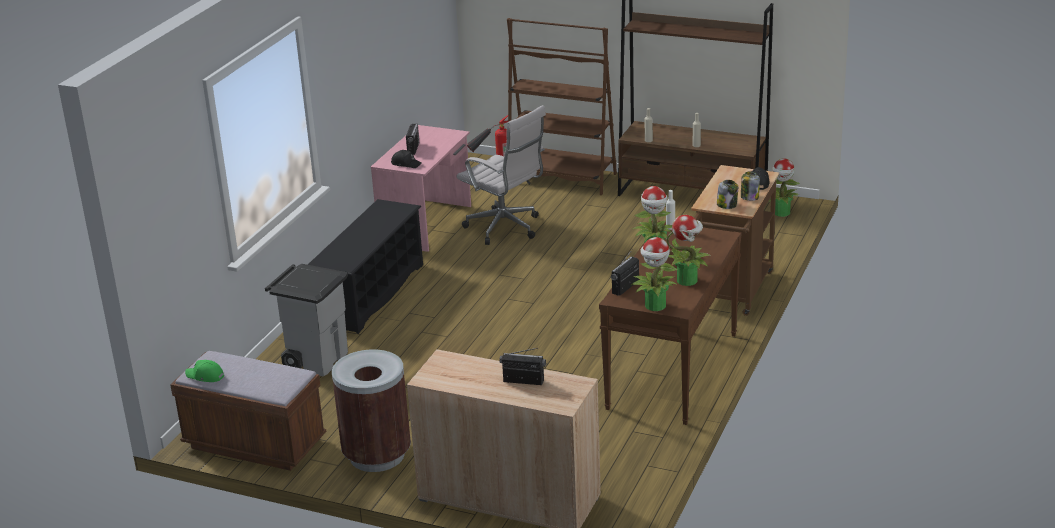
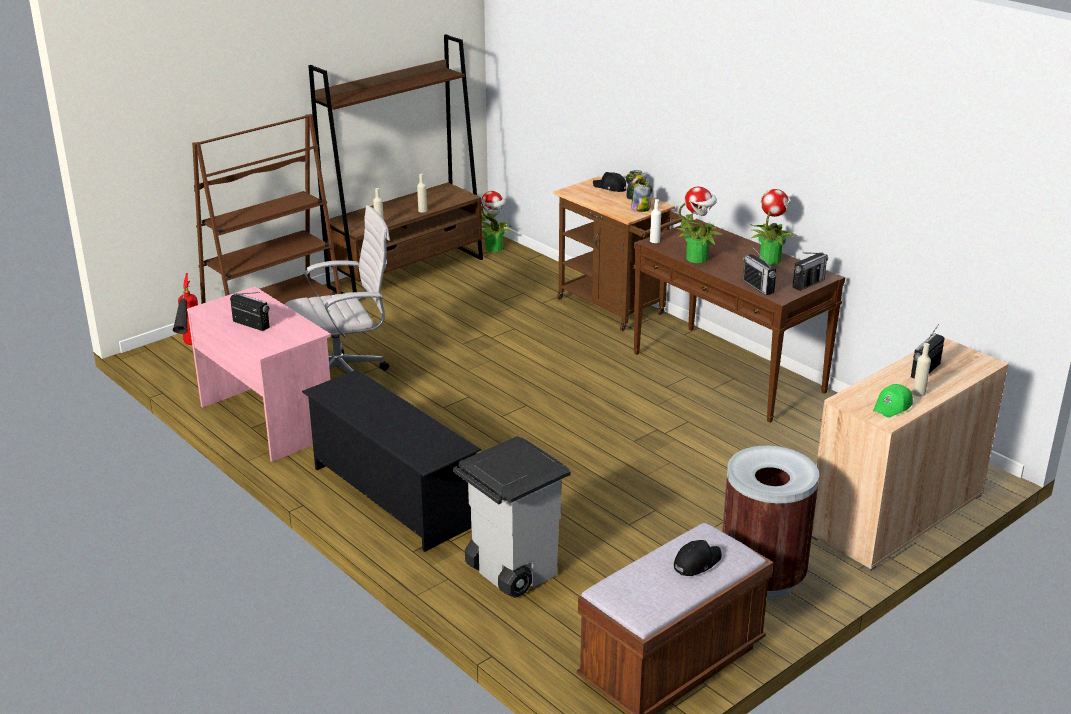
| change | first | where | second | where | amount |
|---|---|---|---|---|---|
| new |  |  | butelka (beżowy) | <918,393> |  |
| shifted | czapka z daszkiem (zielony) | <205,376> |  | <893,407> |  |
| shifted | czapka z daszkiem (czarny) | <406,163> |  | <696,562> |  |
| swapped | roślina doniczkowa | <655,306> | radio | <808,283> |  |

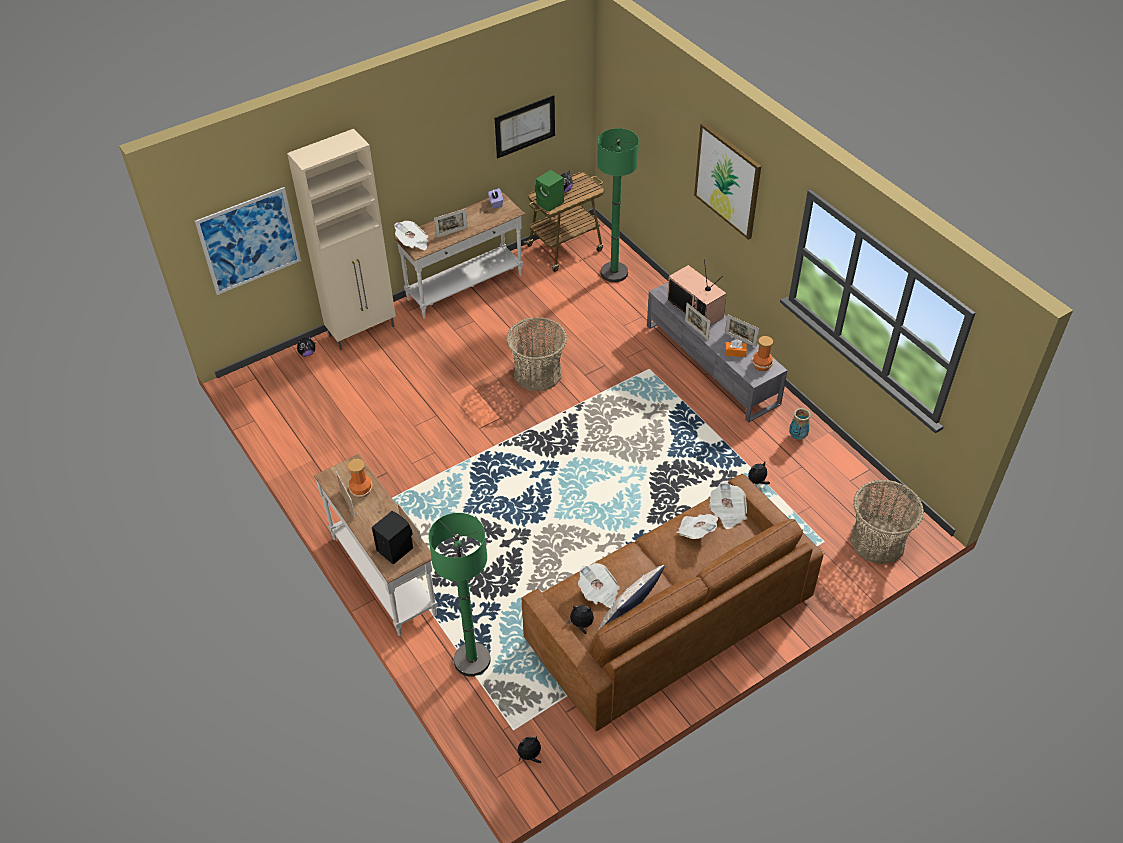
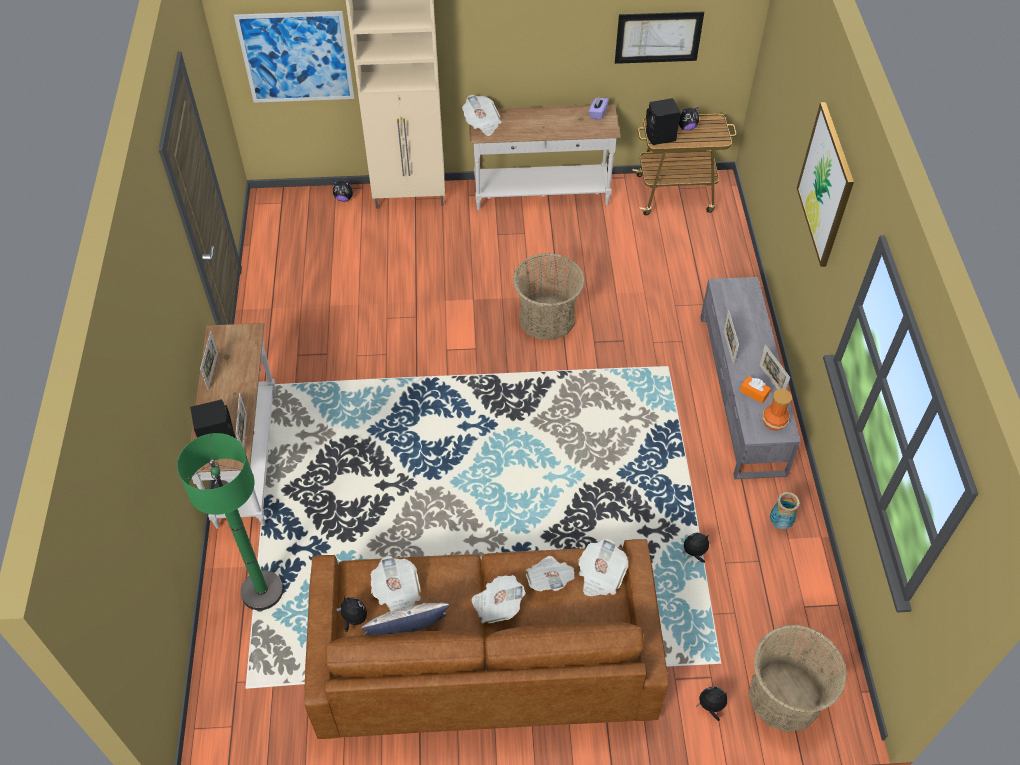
| change | first | where | second | where | amount |
|---|---|---|---|---|---|
| gone | wazon | <361,489> |  |  |  |
| gone | ramka na zdjęcie | <451,232> |  |  |  |
| gone | lampa stojąca (zielony) | <614,273> |  |  |  |
| gone | telewizor | <696,309> |  |  |  |
| new |  |  | gazeta | <497,605> |  |
| shifted | pluszak | <530,756> |  | <711,706> |  |
| repainted | głośnik (zielony) | <550,203> | głośnik (czarny) | <660,137> |  |

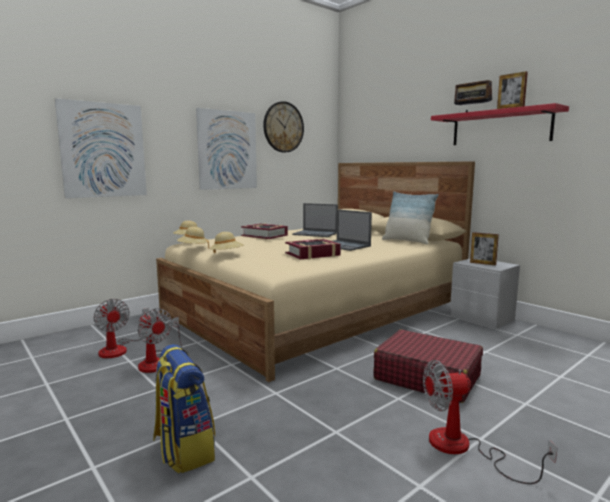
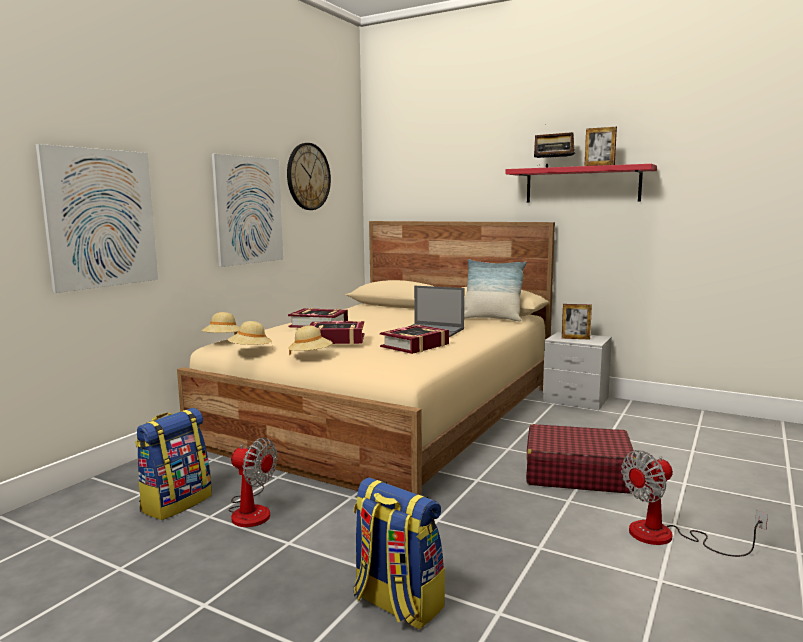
| change | first | where | second | where | amount |
|---|---|---|---|---|---|
| gone | laptop | <315,234> |  |  |  |
| new |  |  | książka | <336,339> |  |
| swapped | wentylator | <119,348> | plecak | <176,503> |  |

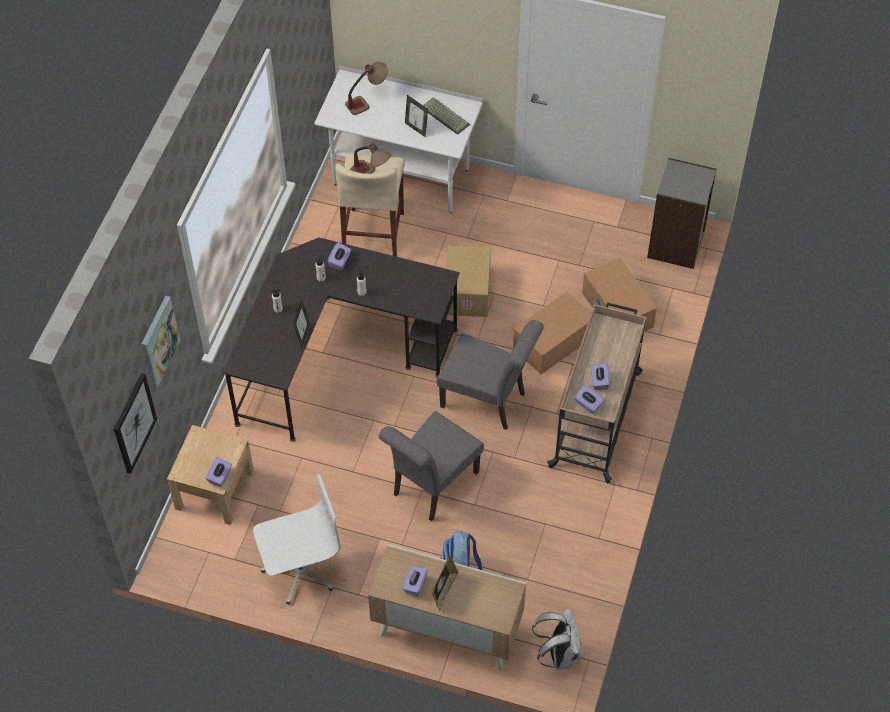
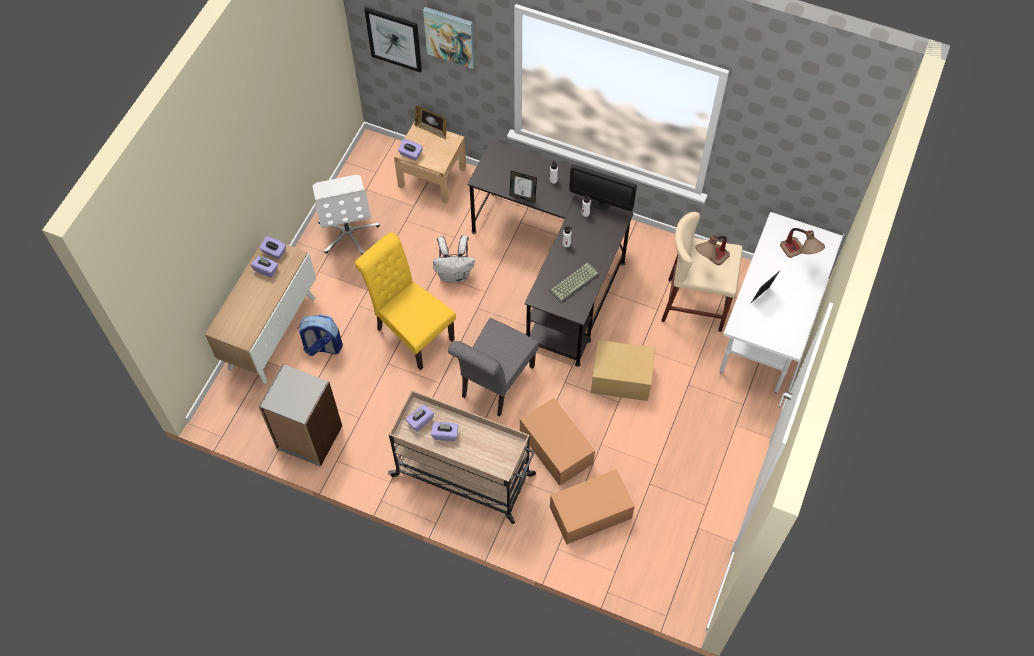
| change | first | where | second | where | amount |
|---|---|---|---|---|---|
| new |  |  | monitor | <601,202> |  |
| shifted | pudełko chusteczek (fioletowy) | <340,262> |  | <274,252> |  |
| shifted | klawiatura | <444,116> |  | <574,282> |  |
| shifted | ramka na zdjęcie | <444,590> |  | <432,130> |  |
| shifted | plecak (biały) | <559,654> |  | <455,274> |  |
| shifted | regał (szary) | <676,245> |  | <309,438> |  |
| repainted | krzesło (szary) | <431,486> | krzesło (żółty) | <411,331> |  |

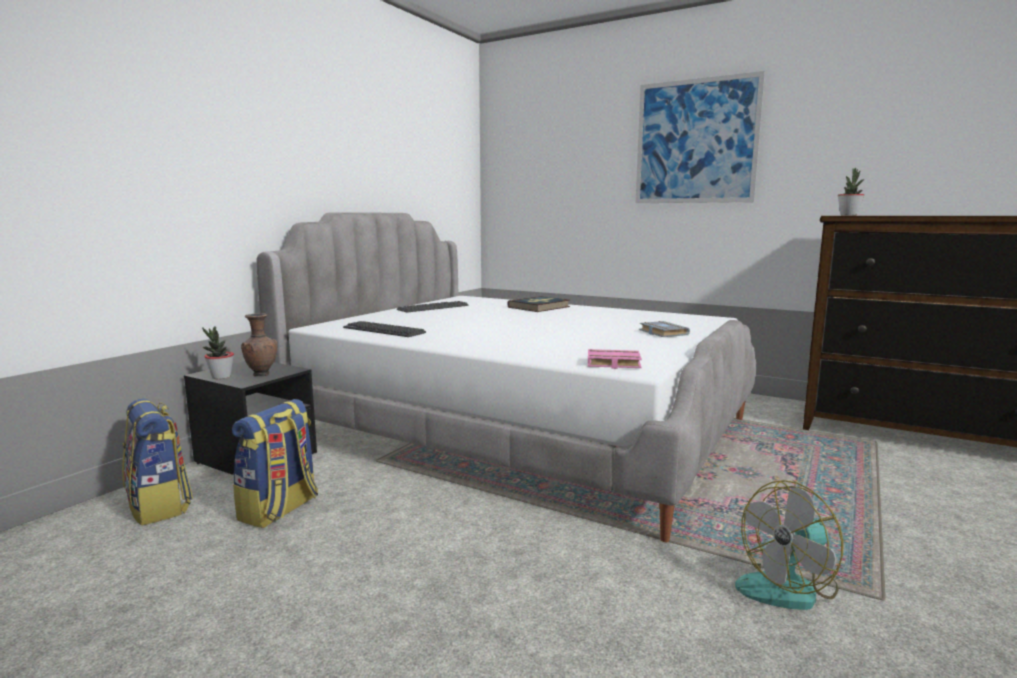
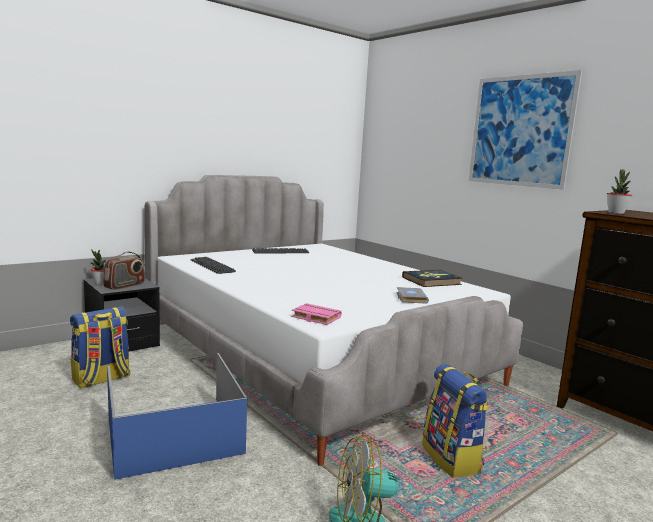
| change | first | where | second | where | amount |
|---|---|---|---|---|---|
| new |  |  | pojemnik do przechowywania (niebieski) | <175,434> |  |
| shifted | plecak | <160,506> |  | <452,459> |  |
| shifted | książka | <539,307> |  | <431,281> |  |
| swapped | wazon (brązowy) | <261,374> | radio | <124,286> |  |

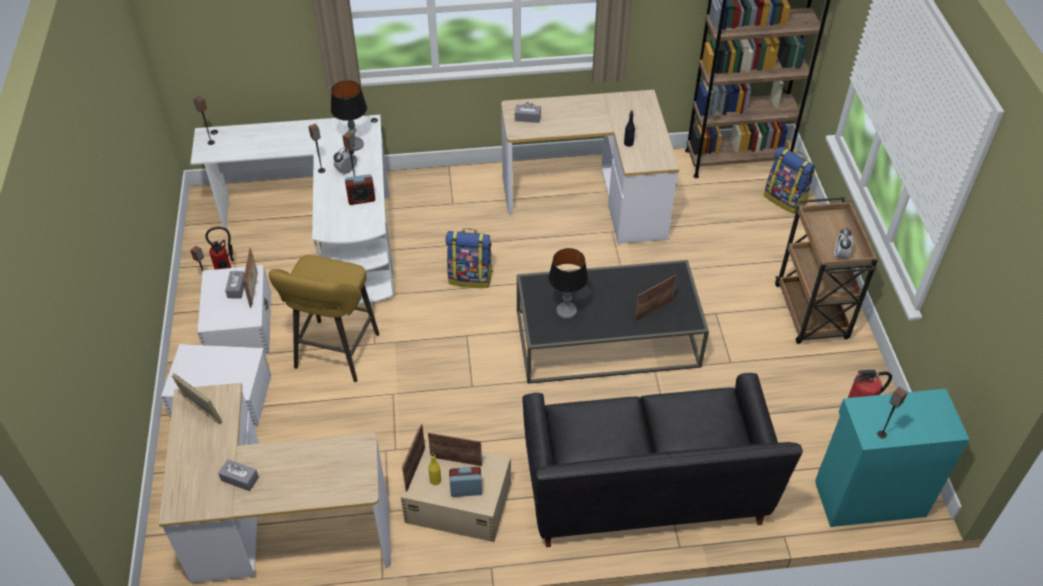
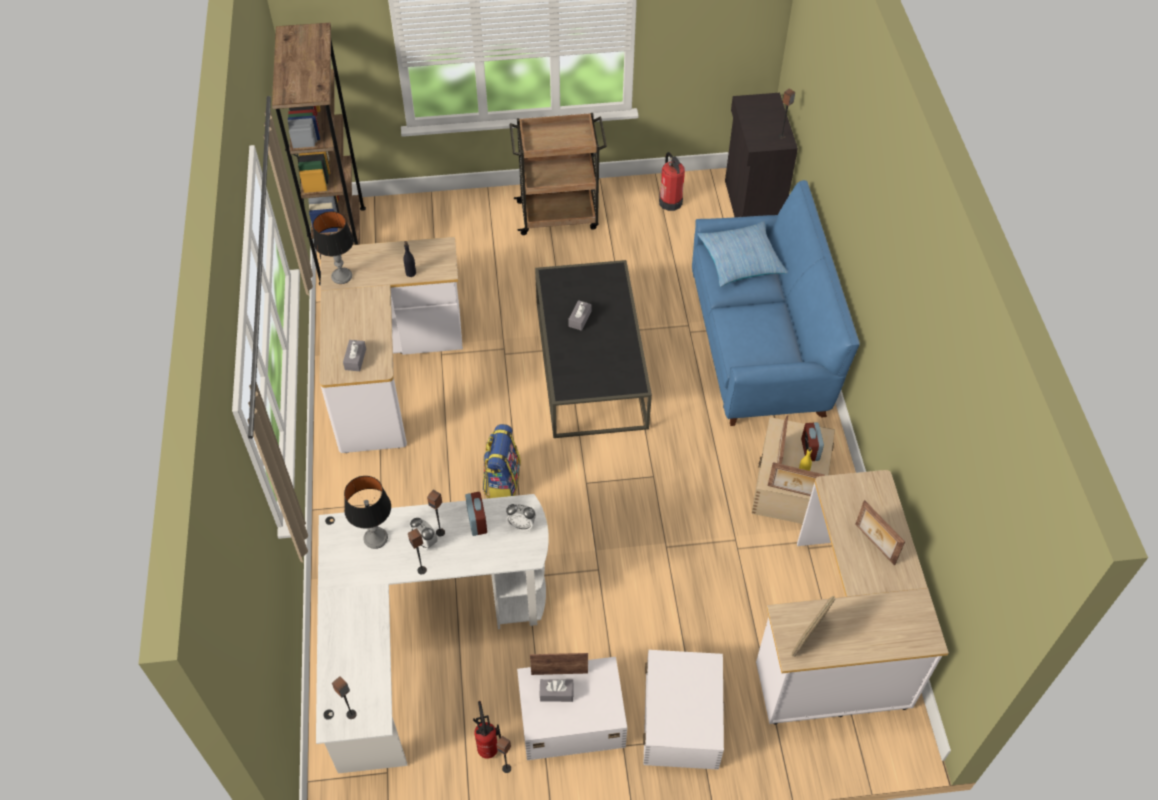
| change | first | where | second | where | amount |
|---|---|---|---|---|---|
| gone | stołek (żółty) | <335,355> |  |  |  |
| gone | plecak | <785,199> |  |  |  |
| new |  |  | poduszka | <741,260> |  |
| shifted | pudełko chusteczek (szary) | <240,479> |  | <580,319> |  |
| shifted | lampa stołowa | <566,311> |  | <342,276> |  |
| shifted | ramka na zdjęcie | <653,310> |  | <874,544> |  |
| shifted | budzik | <840,255> |  | <521,525> |  |
| repainted | kanapa (czarny) | <644,488> | kanapa (niebieski) | <759,346> |  |
| repainted | szafka (turkusowy) | <868,497> | szafka (czarny) | <751,207> |  |

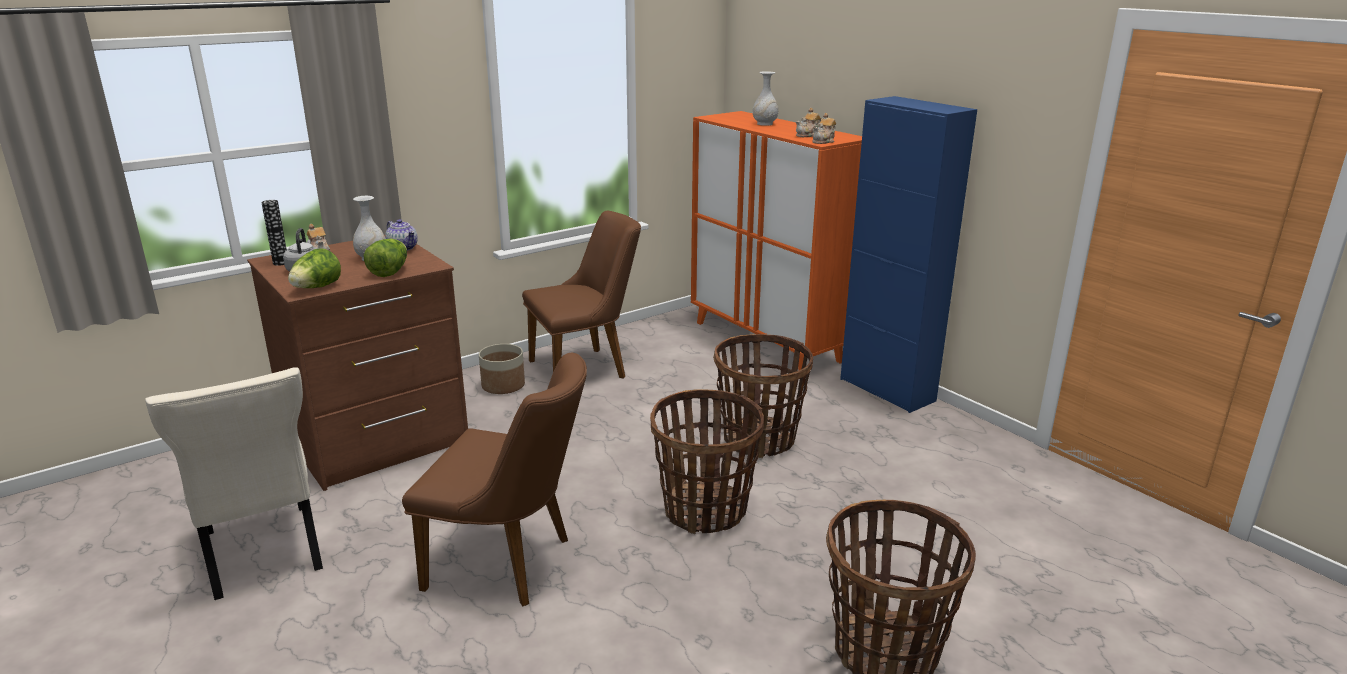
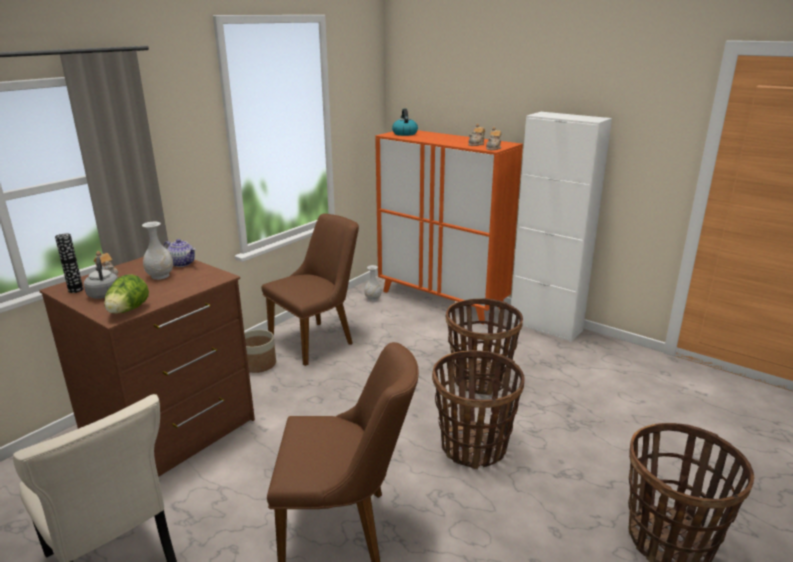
| change | first | where | second | where | amount |
|---|---|---|---|---|---|
| gone | sałata | <390,272> |  |  |  |
| new |  |  | czajnik | <404,133> |  |
| shifted | wazon (biały) | <765,124> |  | <373,298> |  |
| repainted | szafka (niebieski) | <887,390> | szafka (biały) | <545,326> |  |

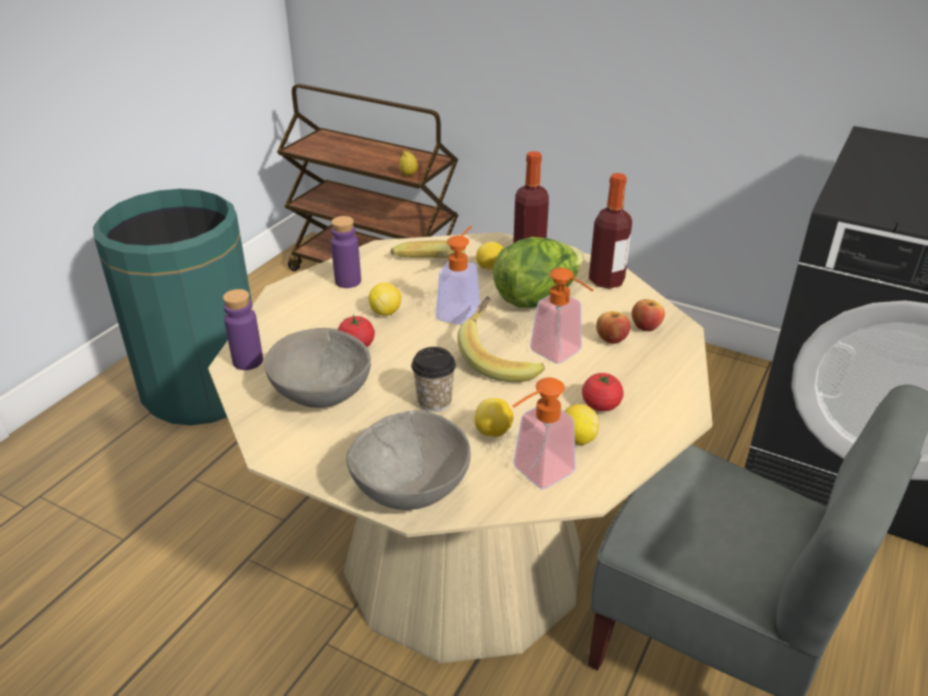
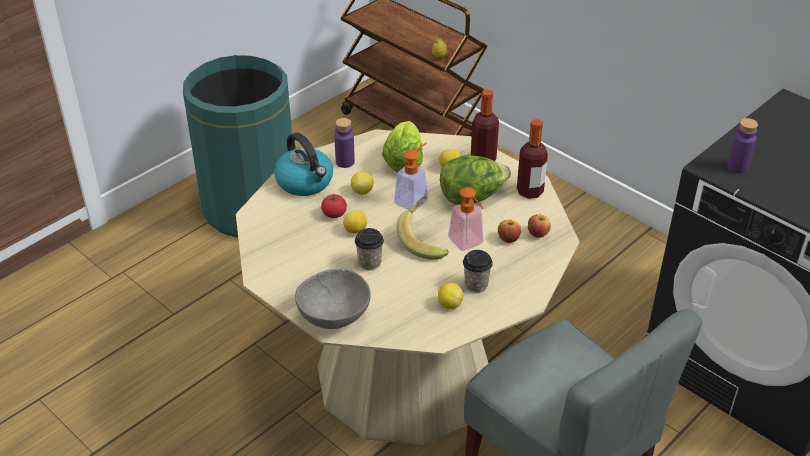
| change | first | where | second | where | amount |
|---|---|---|---|---|---|
| gone | miska (szary) | <321,393> |  |  |  |
| gone | dozownik mydła | <535,474> |  |  |  |
| new |  |  | czajnik | <305,182> |  |
| shifted | butelka (fioletowy) | <248,361> |  | <737,167> |  |
| shifted | cytryna | <493,432> |  | <355,231> |  |
| swapped | banan | <427,270> | sałata | <404,161> |  |
| swapped | pomidor | <601,405> | filiżanka | <476,285> |  |

